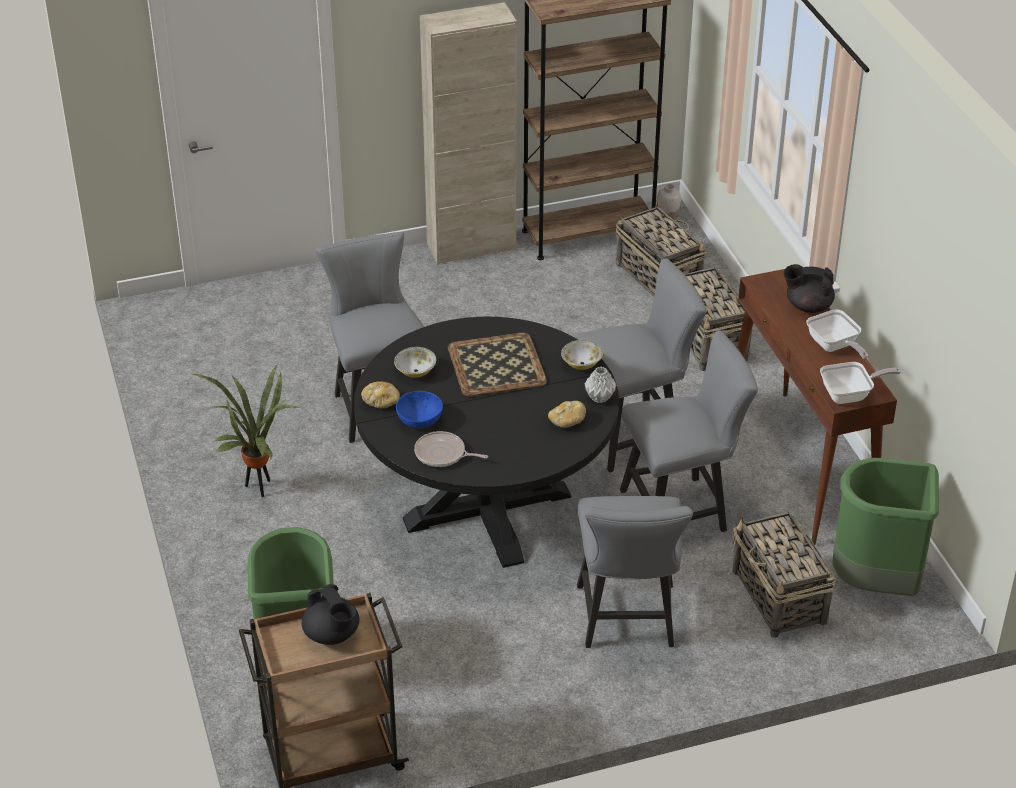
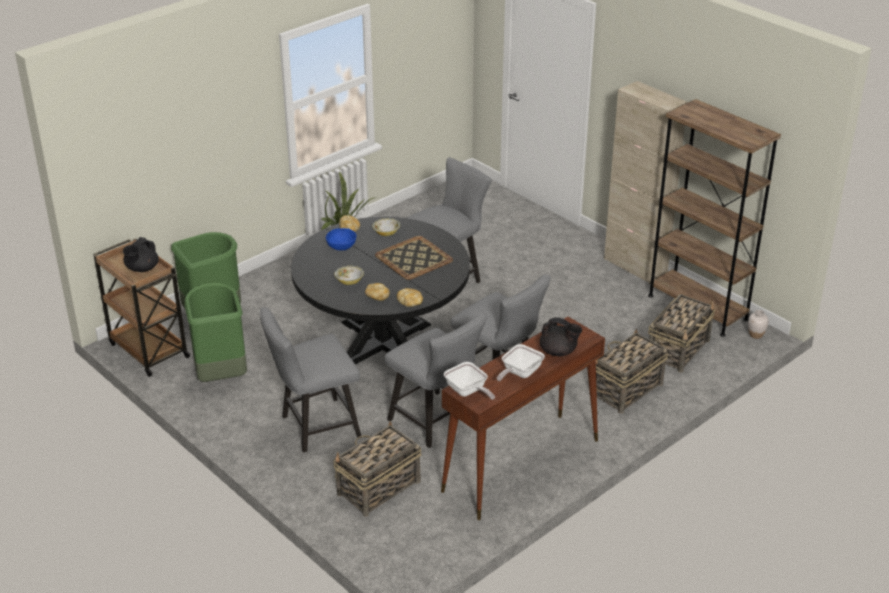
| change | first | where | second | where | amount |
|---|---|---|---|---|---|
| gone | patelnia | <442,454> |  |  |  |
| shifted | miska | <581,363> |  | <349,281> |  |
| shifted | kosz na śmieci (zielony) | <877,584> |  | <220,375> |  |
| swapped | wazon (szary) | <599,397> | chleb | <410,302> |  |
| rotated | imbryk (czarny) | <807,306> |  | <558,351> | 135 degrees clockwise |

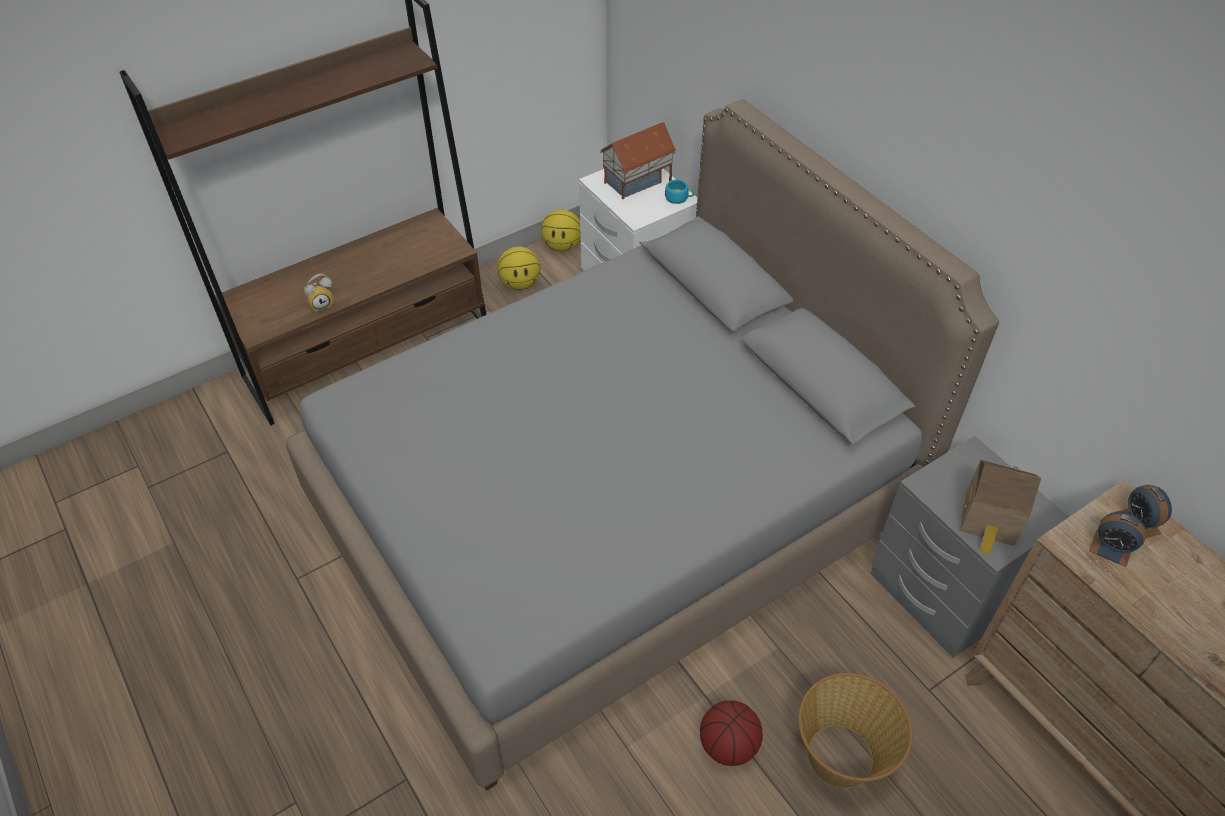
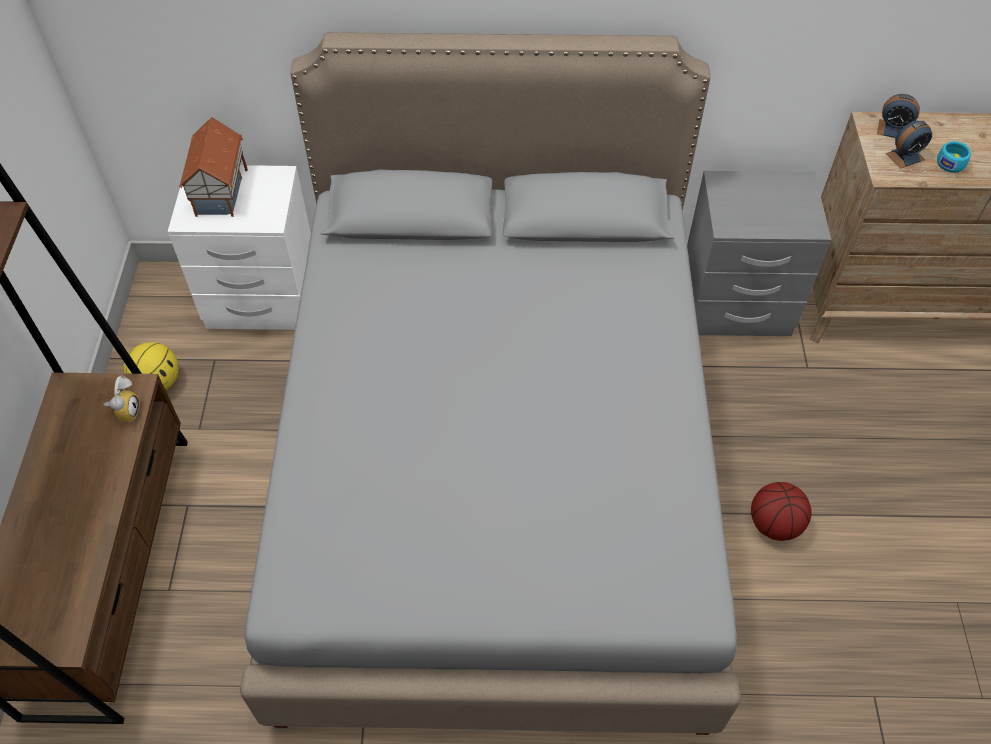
| change | first | where | second | where | amount |
|---|---|---|---|---|---|
| gone | piłka do koszykówki | <562,246> |  |  |  |
| gone | koszyk | <841,756> |  |  |  |
| gone | domek | <990,521> |  |  |  |
| shifted | budzik | <322,304> |  | <126,411> |  |
| shifted | filiżanka (turkusowy) | <679,198> |  | <952,162> |  |

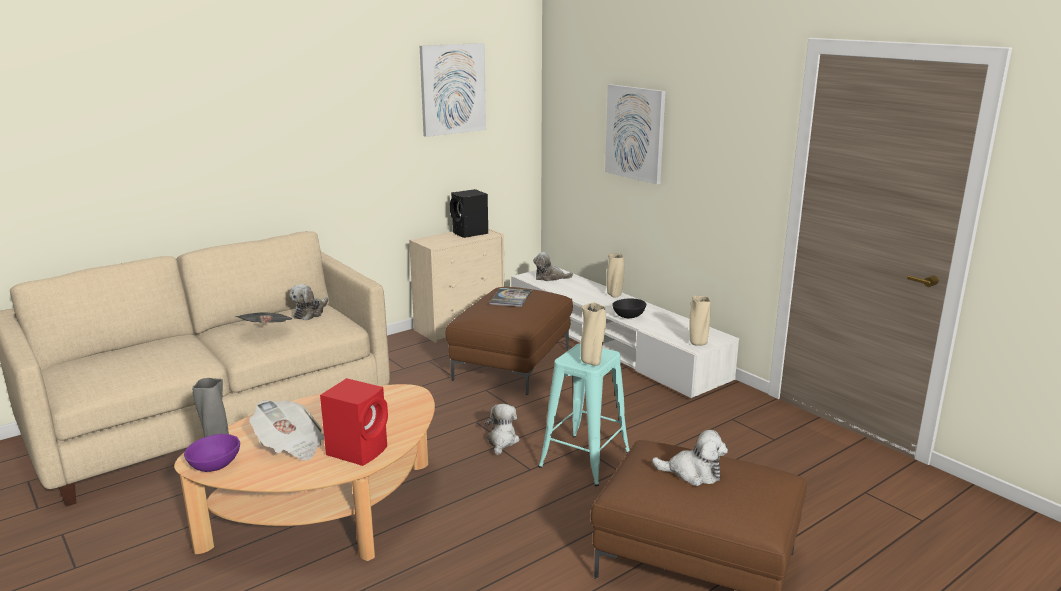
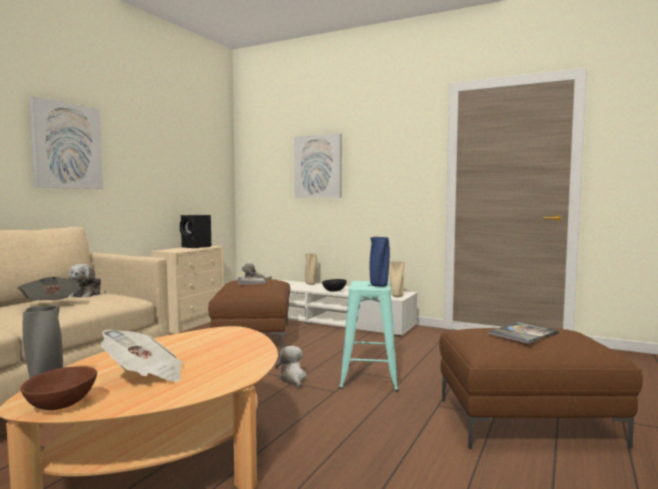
| change | first | where | second | where | amount |
|---|---|---|---|---|---|
| gone | głośnik (czerwony) | <359,450> |  |  |  |
| shifted | obraz | <452,89> |  | <67,146> |  |
| swapped | pluszak | <693,473> | książka | <523,334> |  |
| repainted | miska (fioletowy) | <215,465> | miska (brązowy) | <62,404> |  |
| repainted | wazon (beżowy) | <592,362> | wazon (niebieski) | <379,286> |  |

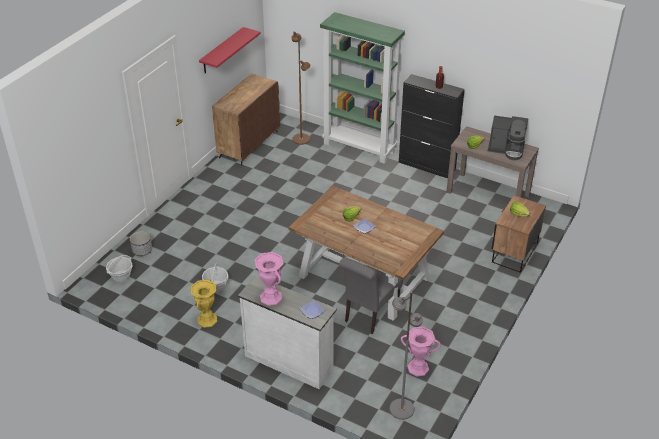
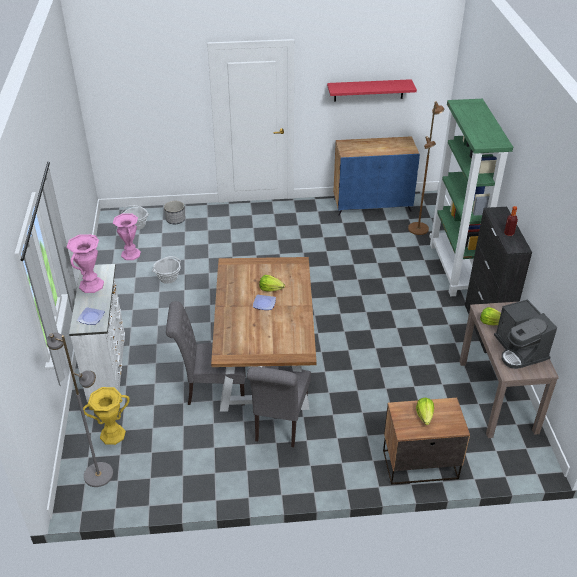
| change | first | where | second | where | amount |
|---|---|---|---|---|---|
| new |  |  | krzesło (szary) | <279,425> |  |
| shifted | wazon (żółty) | <207,320> |  | <113,434> |  |
| shifted | wazon (różowy) | <418,368> |  | <131,254> |  |
| repainted | szafka (brązowy) | <249,144> | szafka (niebieski) | <372,204> |  |

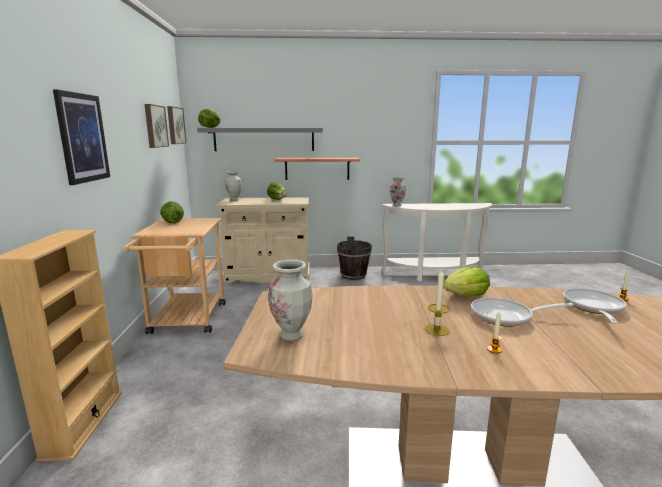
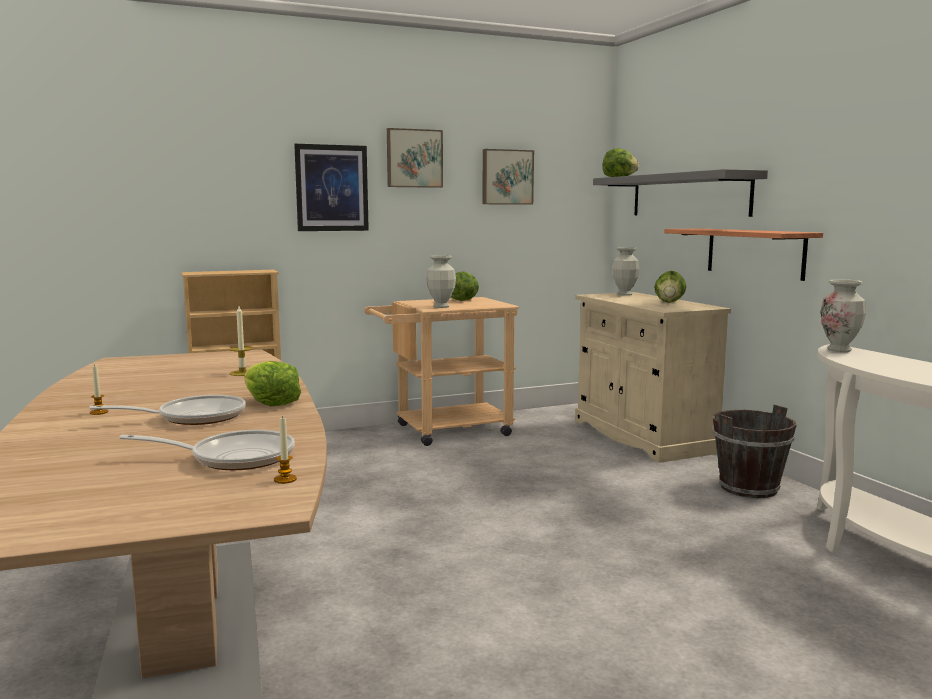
| change | first | where | second | where | amount |
|---|---|---|---|---|---|
| shifted | obraz | <175,125> |  | <414,158> |  |
| shifted | wazon | <291,335> |  | <441,307> |  |
| shifted | świeca | <437,330> |  | <242,373> |  |
| rotated | patelnia | <506,316> |  | <194,417> | 90 degrees clockwise |

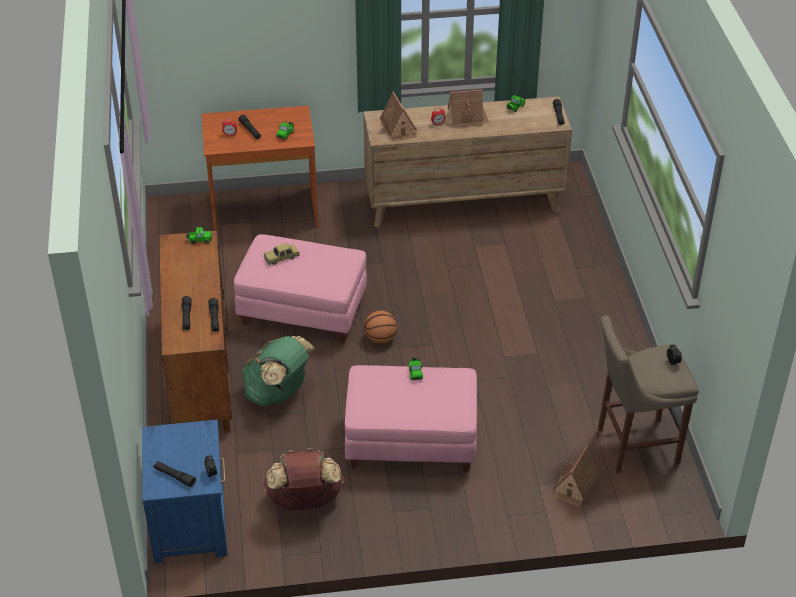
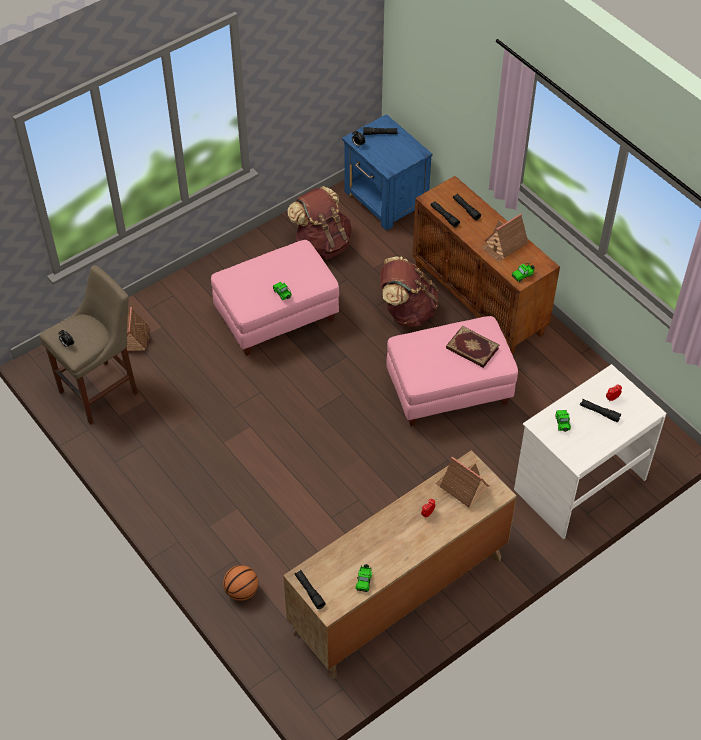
| change | first | where | second | where | amount |
|---|---|---|---|---|---|
| shifted | piłka do koszykówki | <380,339> |  | <241,591> |  |
| shifted | domek | <467,117> |  | <504,245> |  |
| swapped | samochodzik | <281,257> | książka | <472,349> |  |
| repainted | biurko (brązowy) | <264,211> | biurko (biały) | <579,483> |  |
| repainted | plecak (zielony) | <278,393> | plecak (brązowy) | <407,311> |  |

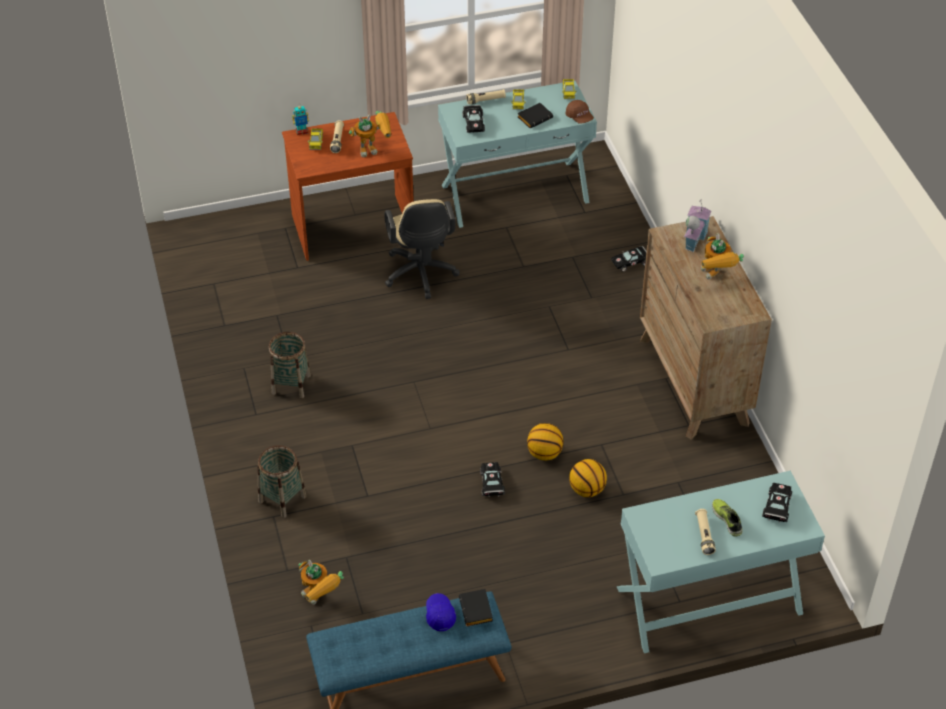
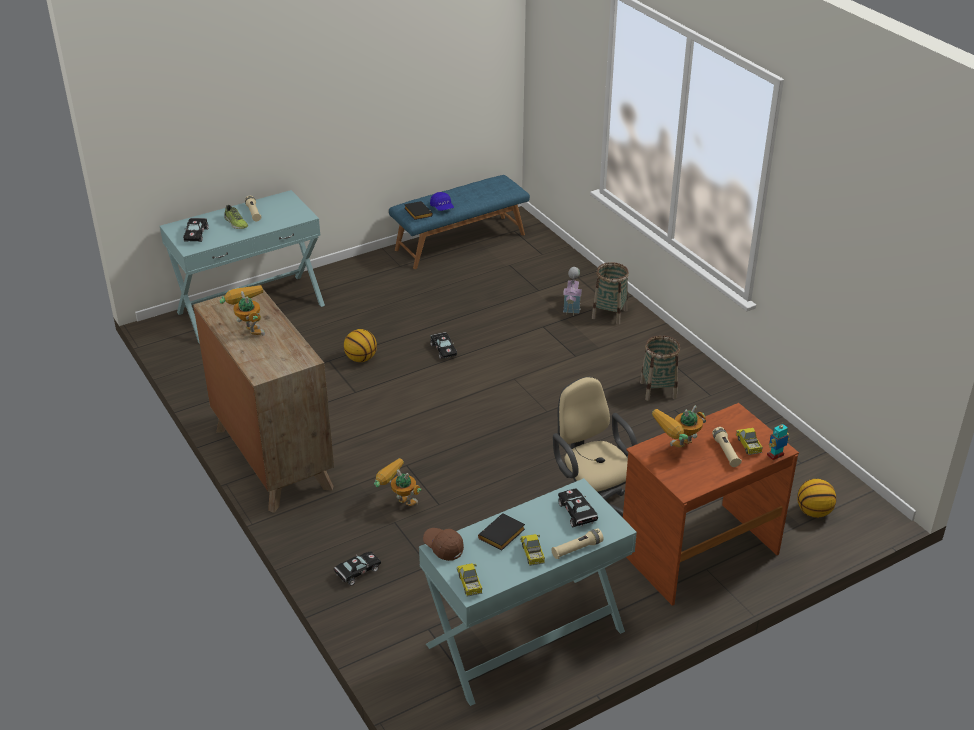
| change | first | where | second | where | amount |
|---|---|---|---|---|---|
| shifted | robot zabawkowy | <320,598> |  | <398,502> |  |
| shifted | piłka do koszykówki | <544,453> |  | <814,512> |  |
| shifted | domek | <694,238> |  | <572,305> |  |

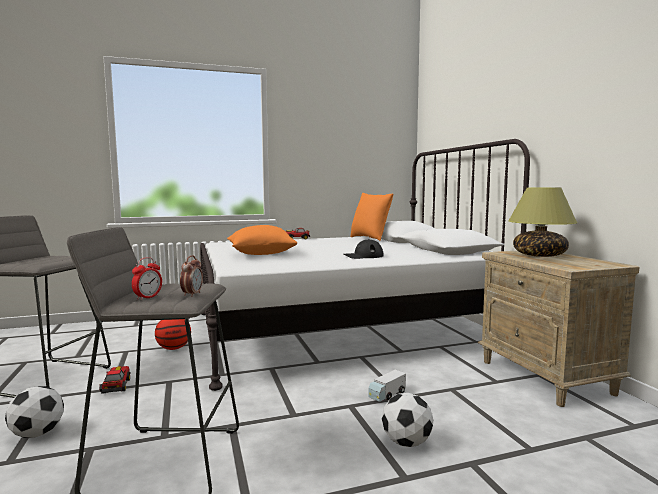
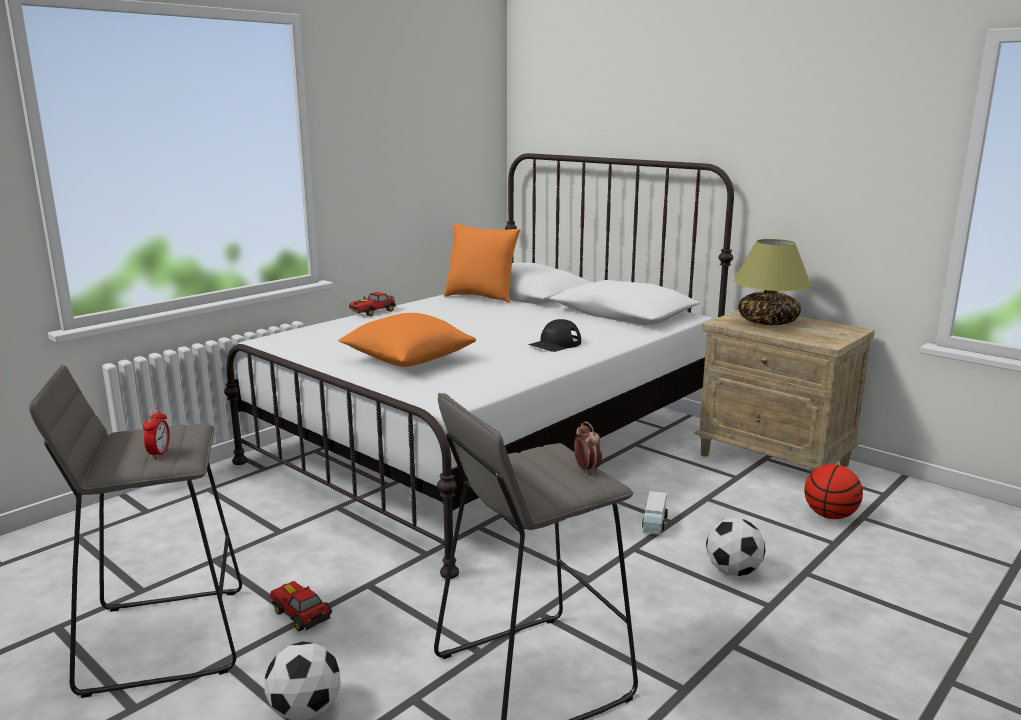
| change | first | where | second | where | amount |
|---|---|---|---|---|---|
| shifted | budzik | <148,297> |  | <159,453> |  |
| shifted | piłka do koszykówki | <174,348> |  | <829,515> |  |

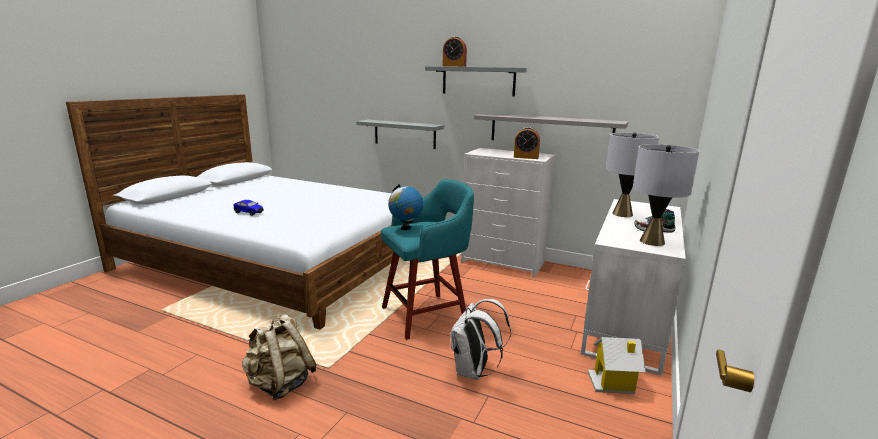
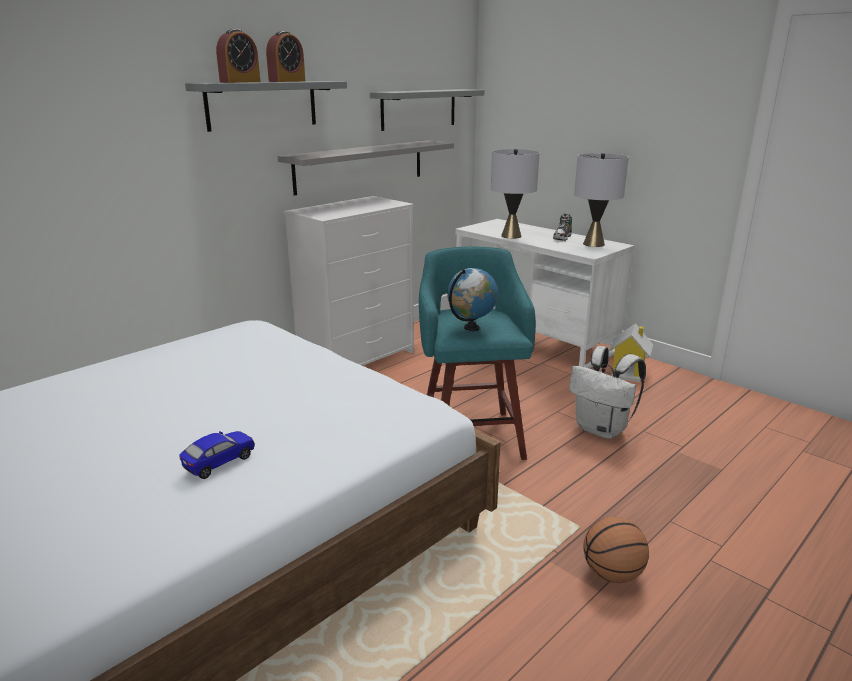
| change | first | where | second | where | amount |
|---|---|---|---|---|---|
| shifted | półka (szary) | <404,134> |  | <418,109> |  |
| shifted | budzik | <526,157> |  | <287,81> |  |
| swapped | plecak (beżowy) | <280,384> | piłka do koszykówki | <612,574> |  |

